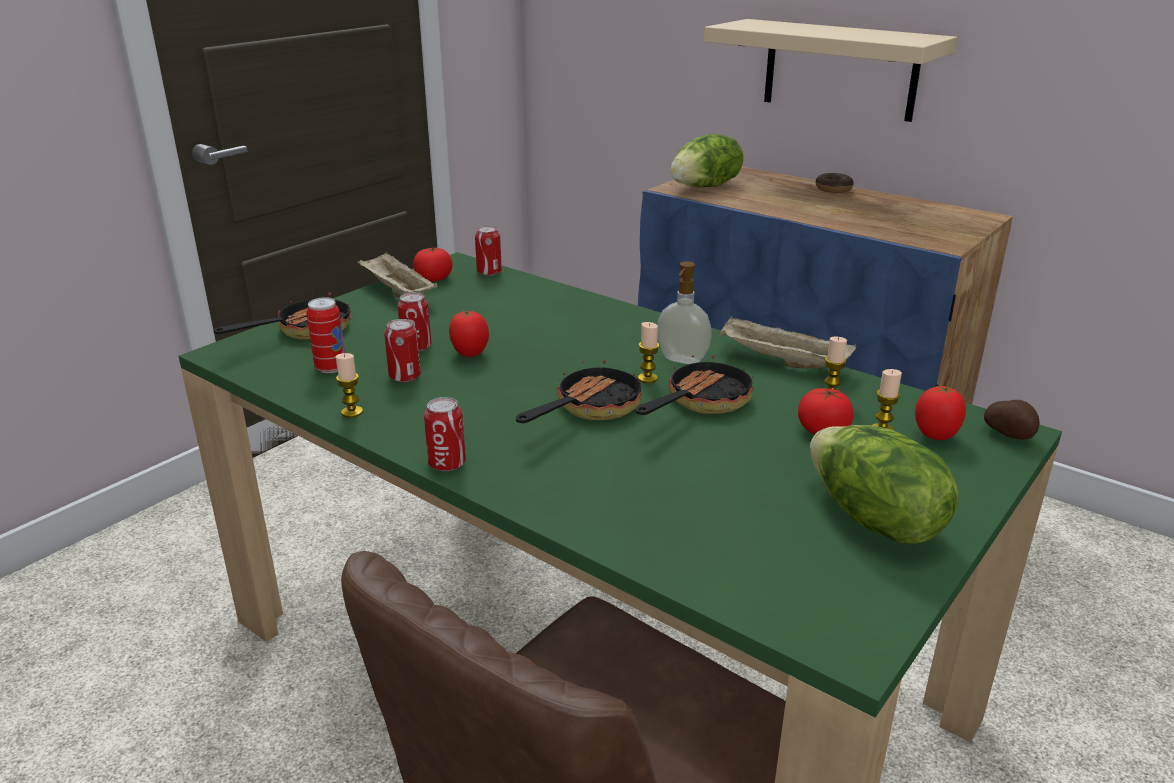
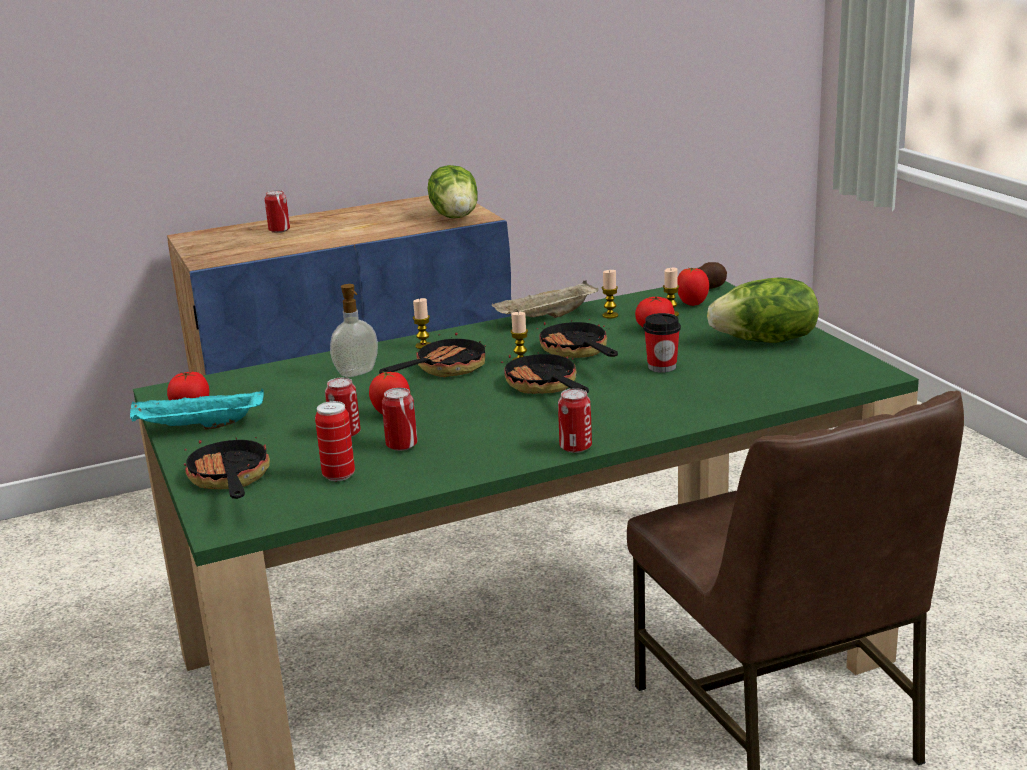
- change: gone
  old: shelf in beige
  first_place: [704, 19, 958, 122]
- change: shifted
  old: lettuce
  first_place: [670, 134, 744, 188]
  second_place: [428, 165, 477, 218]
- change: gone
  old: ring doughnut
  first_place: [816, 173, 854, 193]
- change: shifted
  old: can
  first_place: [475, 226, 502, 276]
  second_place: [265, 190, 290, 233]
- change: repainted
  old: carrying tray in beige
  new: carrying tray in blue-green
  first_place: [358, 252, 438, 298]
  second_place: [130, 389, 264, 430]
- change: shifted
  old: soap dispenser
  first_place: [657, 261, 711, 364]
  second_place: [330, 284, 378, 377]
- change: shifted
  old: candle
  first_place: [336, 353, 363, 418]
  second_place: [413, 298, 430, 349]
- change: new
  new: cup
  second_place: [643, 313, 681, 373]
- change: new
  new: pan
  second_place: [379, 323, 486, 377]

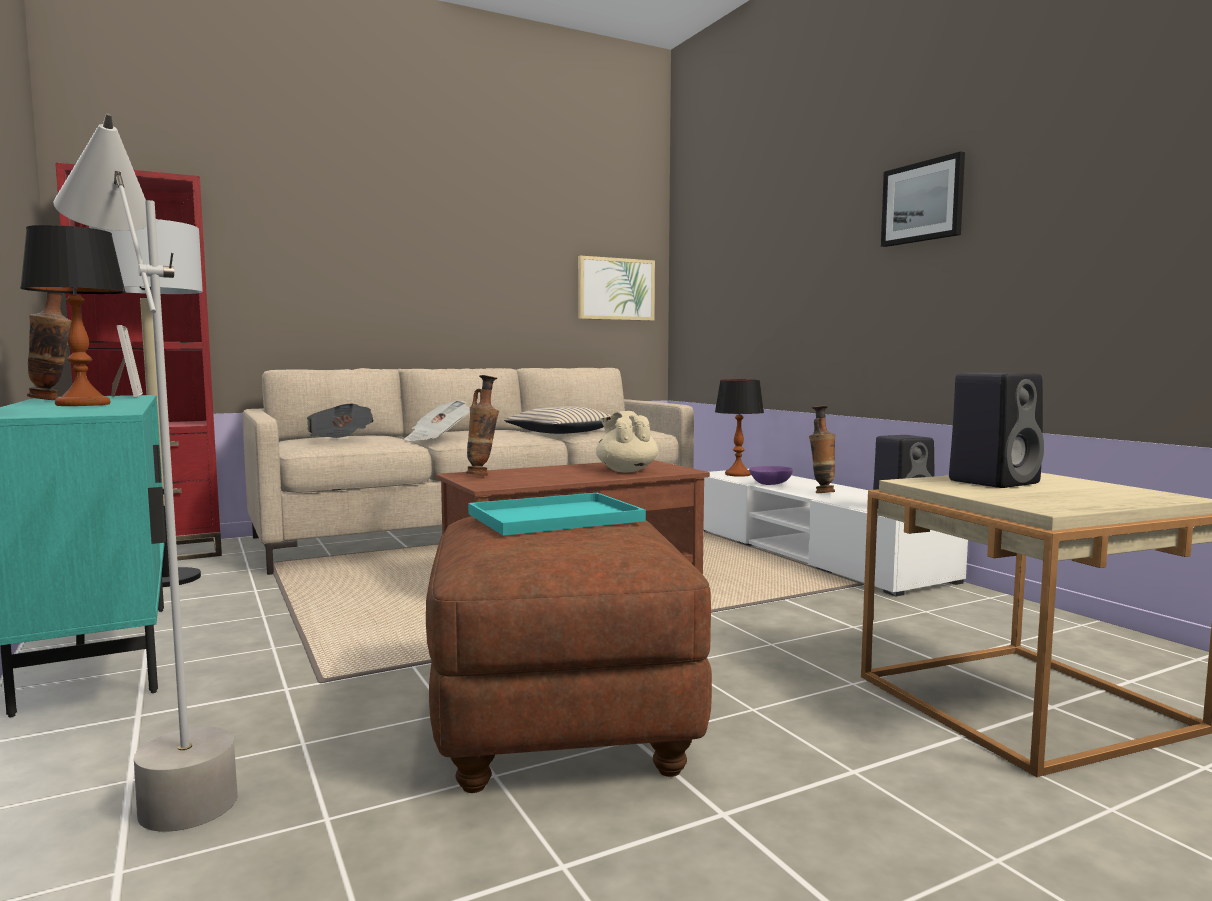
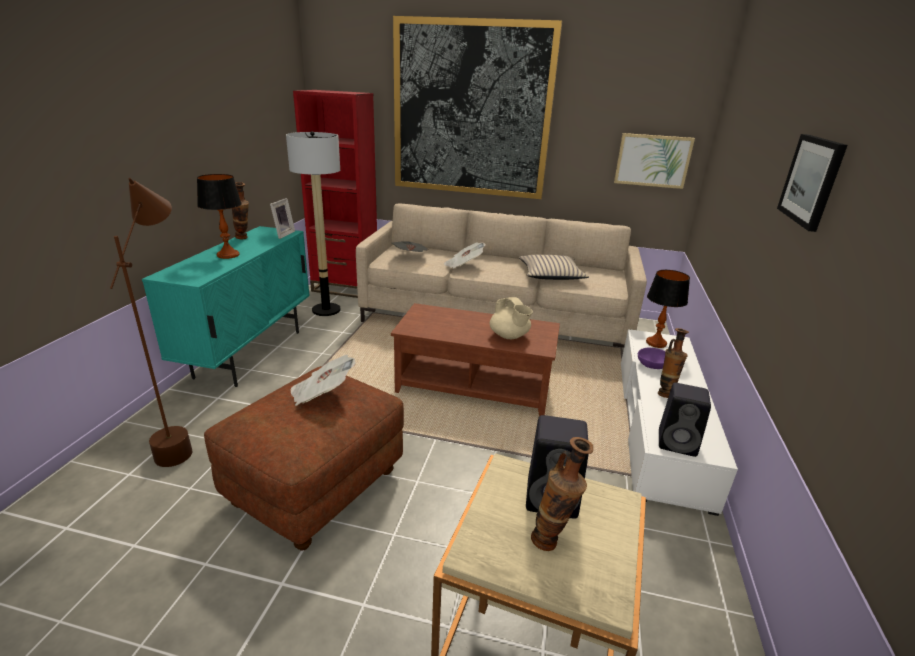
- change: repainted
  old: standard lamp in grey
  new: standard lamp in brownish
  first_place: [54, 114, 238, 832]
  second_place: [110, 178, 192, 467]
- change: shifted
  old: vase
  first_place: [466, 375, 499, 475]
  second_place: [531, 437, 593, 551]
- change: rotated
  old: tea pot in beige
  first_place: [596, 411, 658, 472]
  second_place: [490, 297, 533, 339]
  degrees: 135
- change: swapped
  old: carrying tray in blue-green
  new: daily paper
  first_place: [468, 493, 646, 536]
  second_place: [290, 355, 355, 406]
- change: new
  new: wall picture
  second_place: [393, 16, 562, 199]

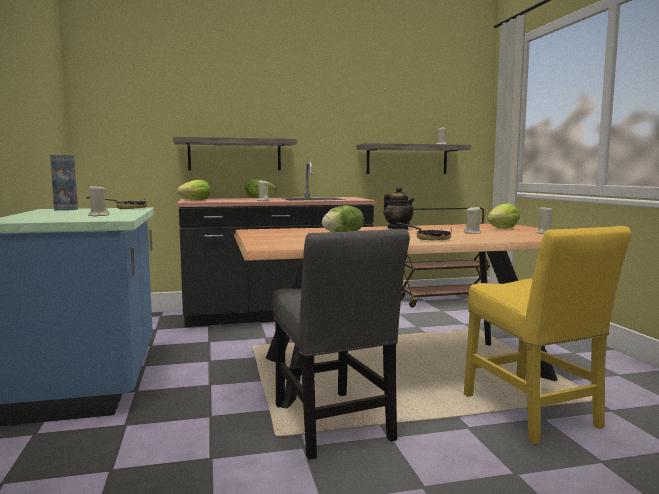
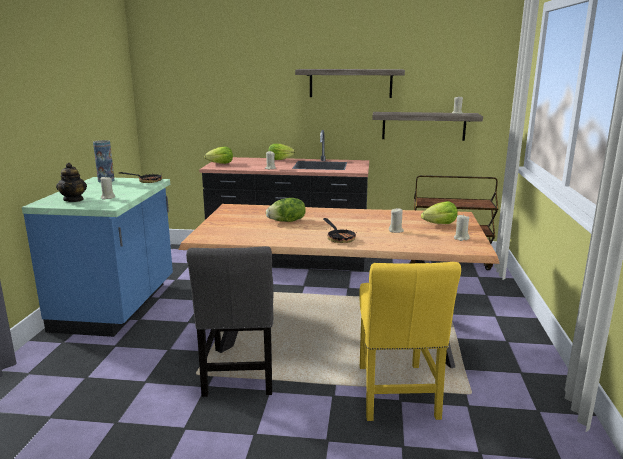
- change: shifted
  old: shelf
  first_place: [173, 137, 297, 171]
  second_place: [295, 69, 405, 98]
- change: shifted
  old: tea pot
  first_place: [384, 186, 415, 230]
  second_place: [56, 163, 87, 202]

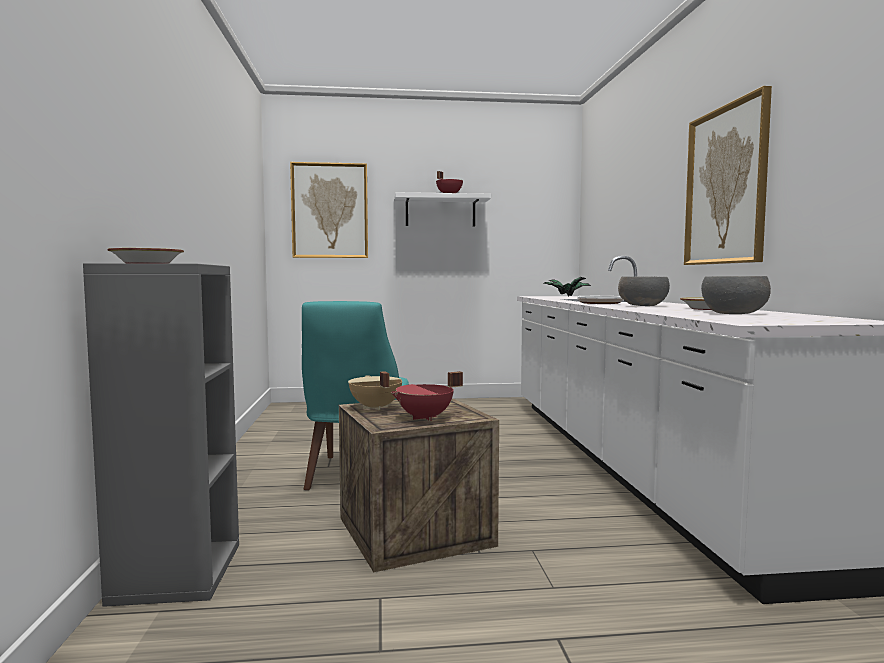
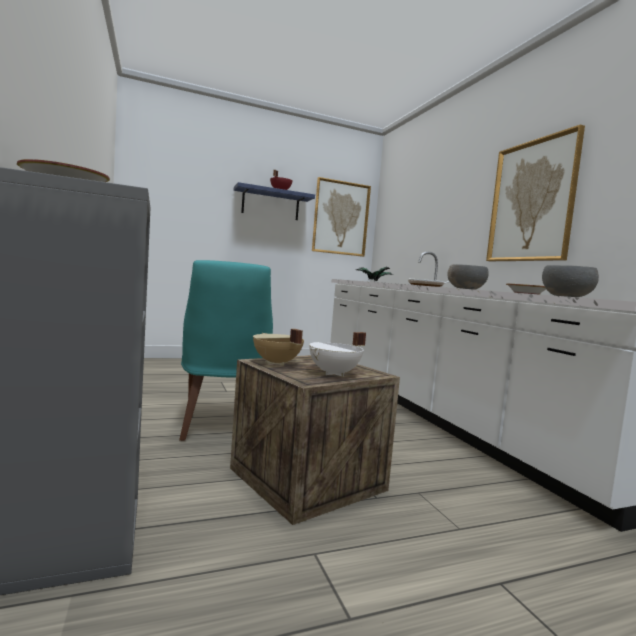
- change: shifted
  old: wall picture
  first_place: [290, 162, 368, 258]
  second_place: [312, 177, 371, 257]
- change: repainted
  old: shelf in white
  new: shelf in blue
  first_place: [395, 192, 491, 227]
  second_place: [234, 182, 315, 220]
- change: repainted
  old: stockpot in reddish
  new: stockpot in white
  first_place: [391, 371, 463, 421]
  second_place: [309, 332, 366, 377]

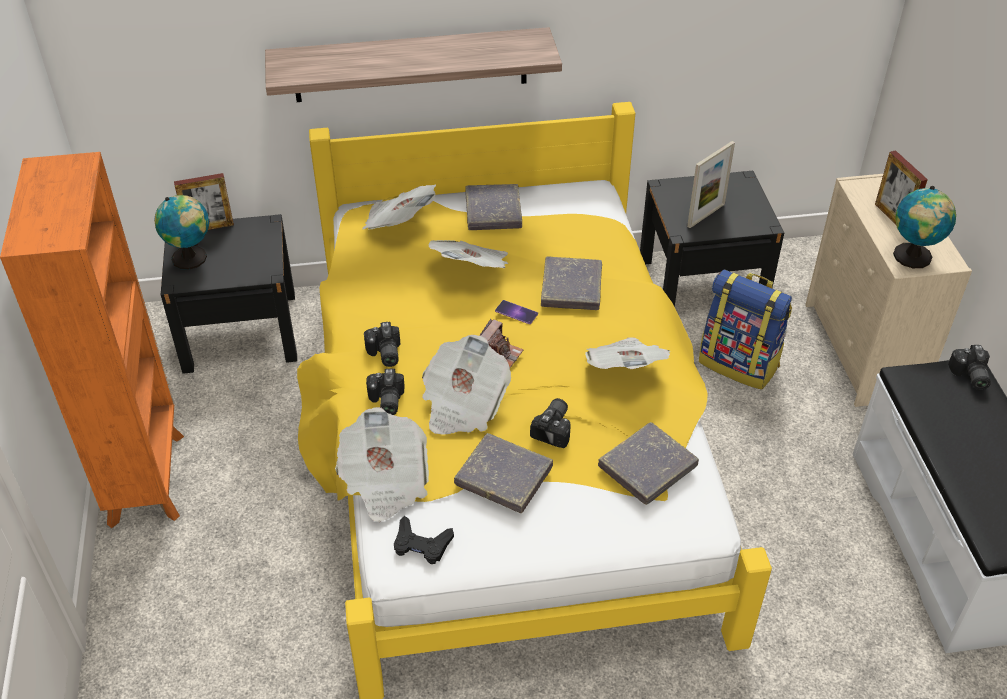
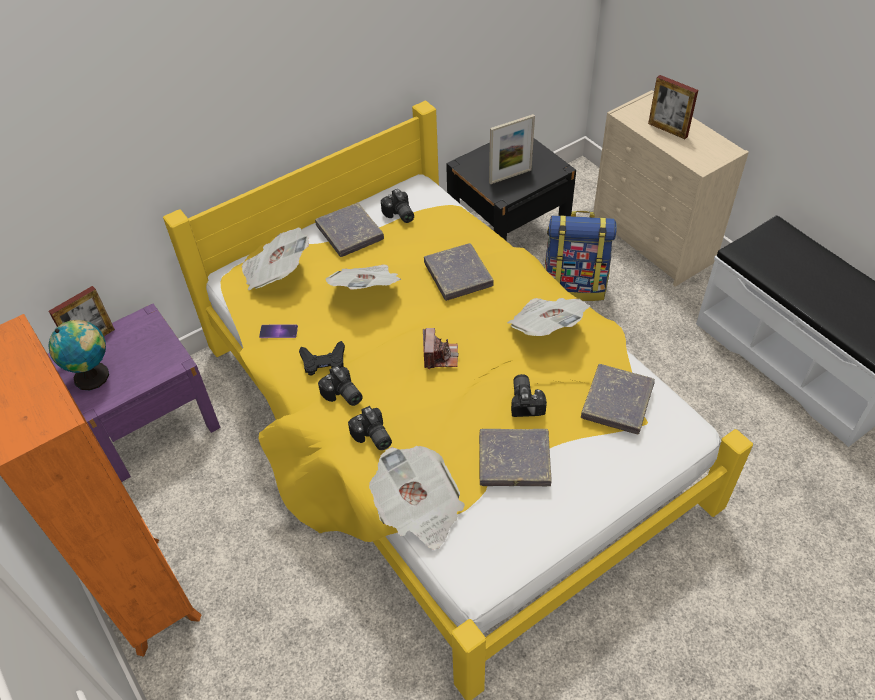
- change: gone
  old: shelf
  first_place: [265, 27, 562, 102]
- change: rotated
  old: photo frame
  first_place: [687, 141, 735, 228]
  second_place: [489, 114, 535, 184]
  degrees: 45
- change: gone
  old: globe
  first_place: [893, 186, 956, 268]
- change: repainted
  old: nightstand in black-coloured
  new: nightstand in purplish
  first_place: [161, 214, 297, 374]
  second_place: [48, 304, 220, 482]
- change: shifted
  old: telephone
  first_place: [495, 300, 538, 324]
  second_place: [259, 325, 298, 338]
- change: gone
  old: daily paper
  first_place: [422, 335, 511, 435]
- change: shifted
  old: photo camera
  first_place: [948, 345, 991, 390]
  second_place: [381, 189, 414, 223]
- change: shifted
  old: joypad in black-coloured
  first_place: [394, 516, 454, 564]
  second_place: [299, 341, 345, 376]

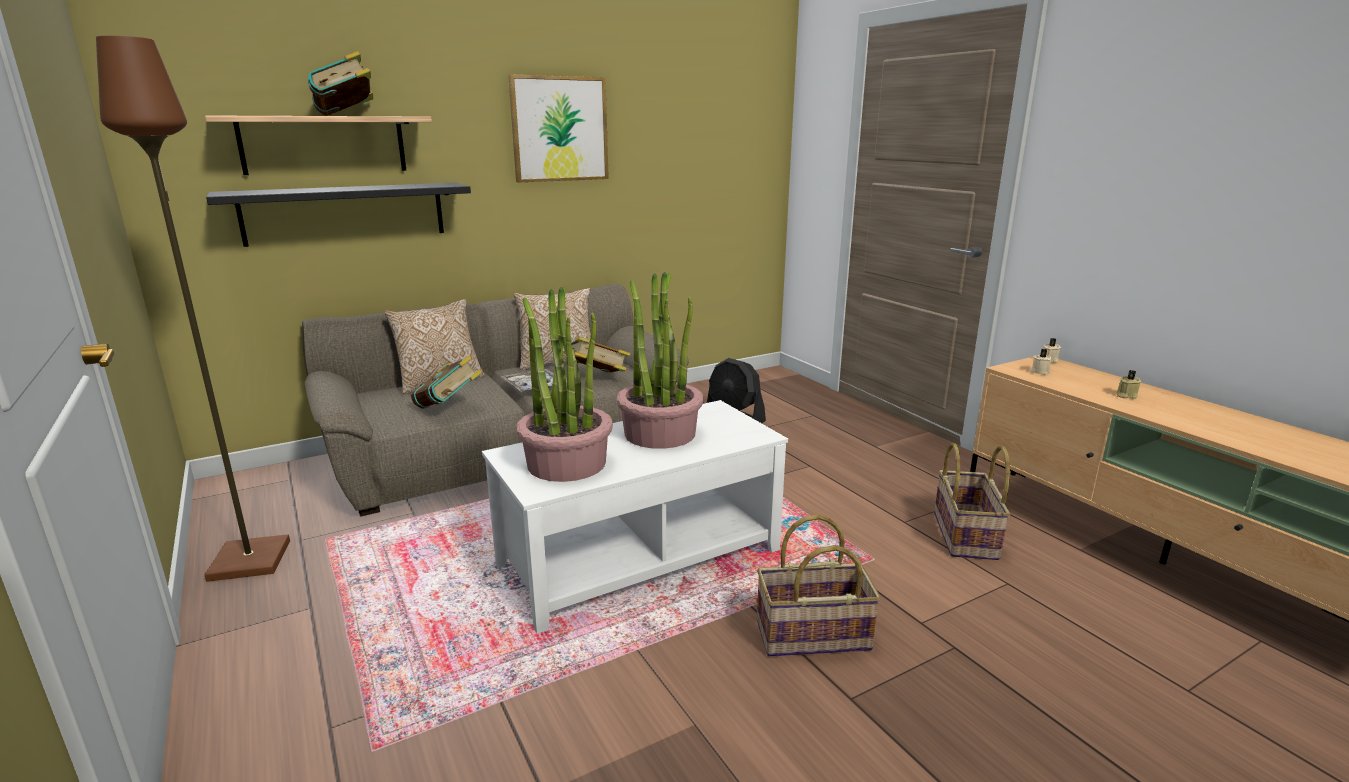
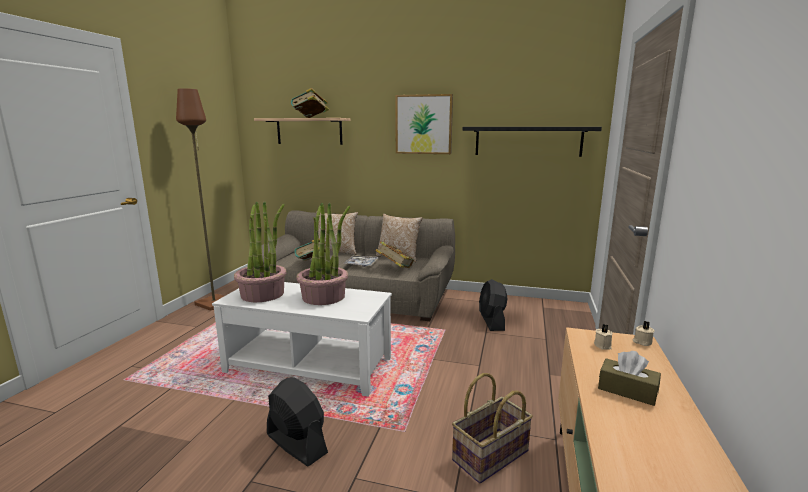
- change: shifted
  old: shelf in black-coloured
  first_place: [206, 183, 471, 247]
  second_place: [462, 127, 602, 157]
- change: swapped
  old: candle in beige
  new: box of tissues in brownish
  first_place: [1117, 370, 1142, 399]
  second_place: [598, 351, 661, 406]
- change: swapped
  old: storage basket
  new: cooling fan in black-coloured
  first_place: [757, 514, 881, 657]
  second_place: [267, 377, 328, 466]

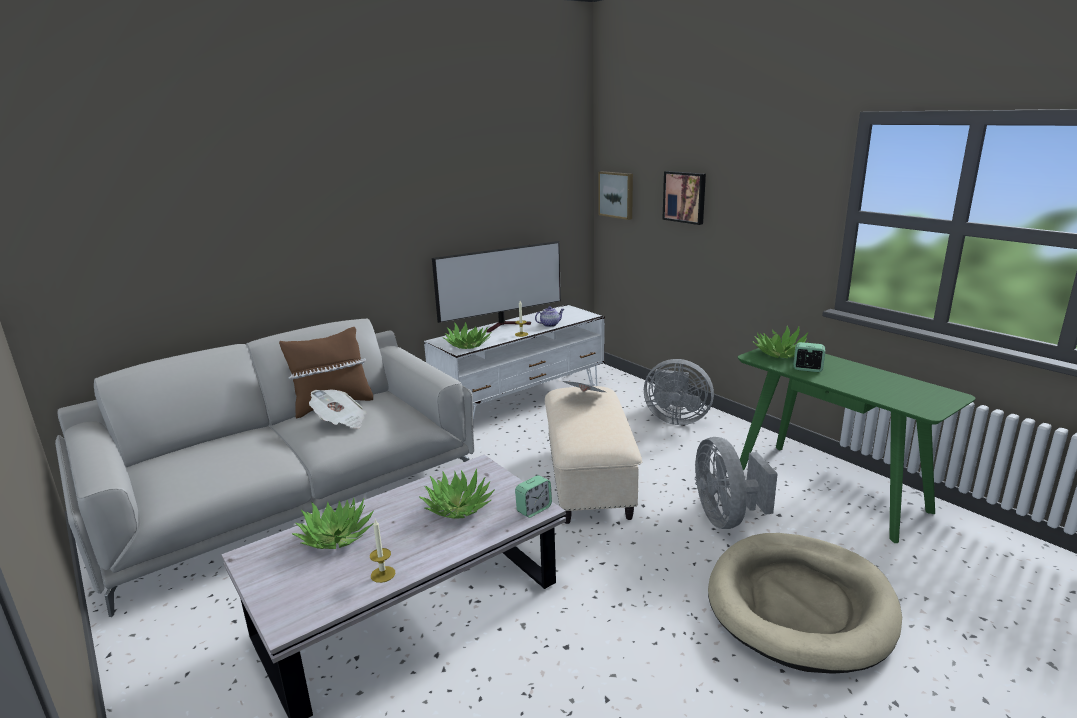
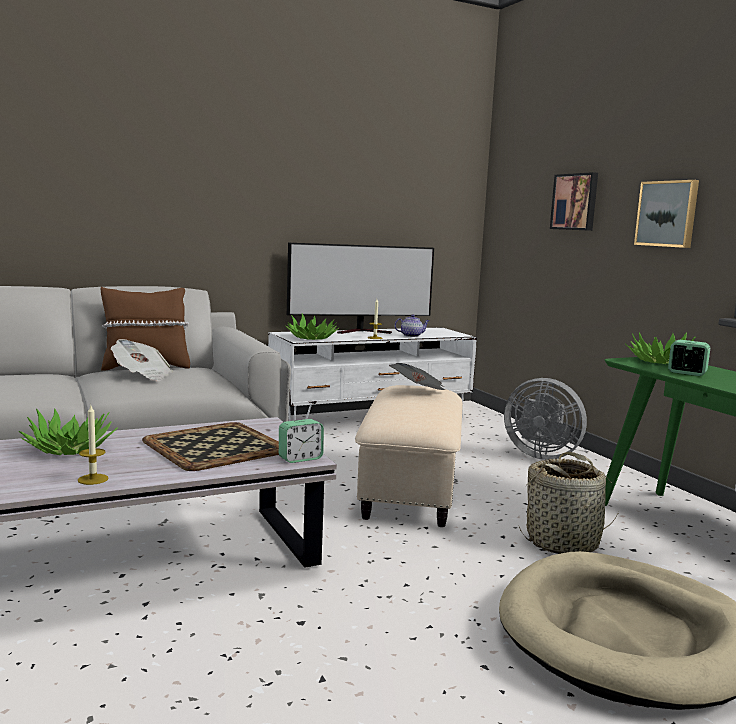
- change: shifted
  old: wall picture
  first_place: [599, 171, 633, 220]
  second_place: [634, 180, 699, 248]
- change: swapped
  old: cooling fan in grey
  new: storage basket
  first_place: [695, 437, 778, 529]
  second_place: [519, 452, 619, 554]
- change: swapped
  old: plant in a pot
  new: carrying tray
  first_place: [419, 469, 494, 519]
  second_place: [142, 422, 279, 471]

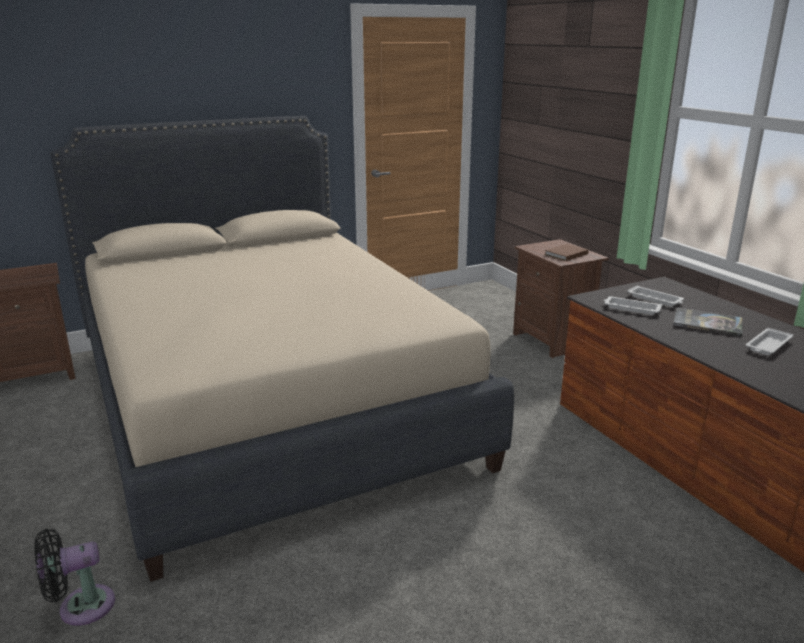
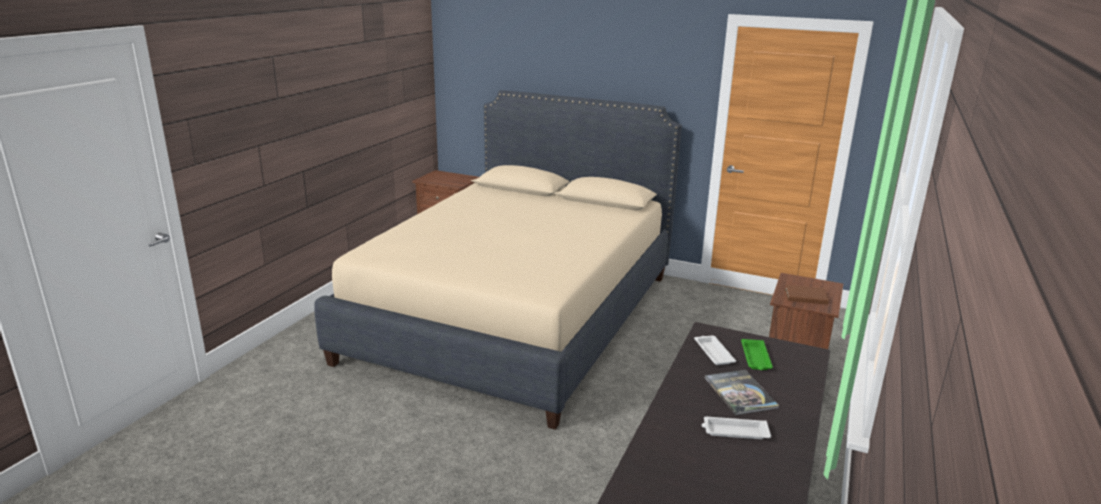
- change: repainted
  old: carrying tray in white
  new: carrying tray in greenish
  first_place: [627, 285, 684, 307]
  second_place: [741, 339, 773, 370]
- change: gone
  old: cooling fan in black-coloured
  first_place: [34, 529, 115, 626]

